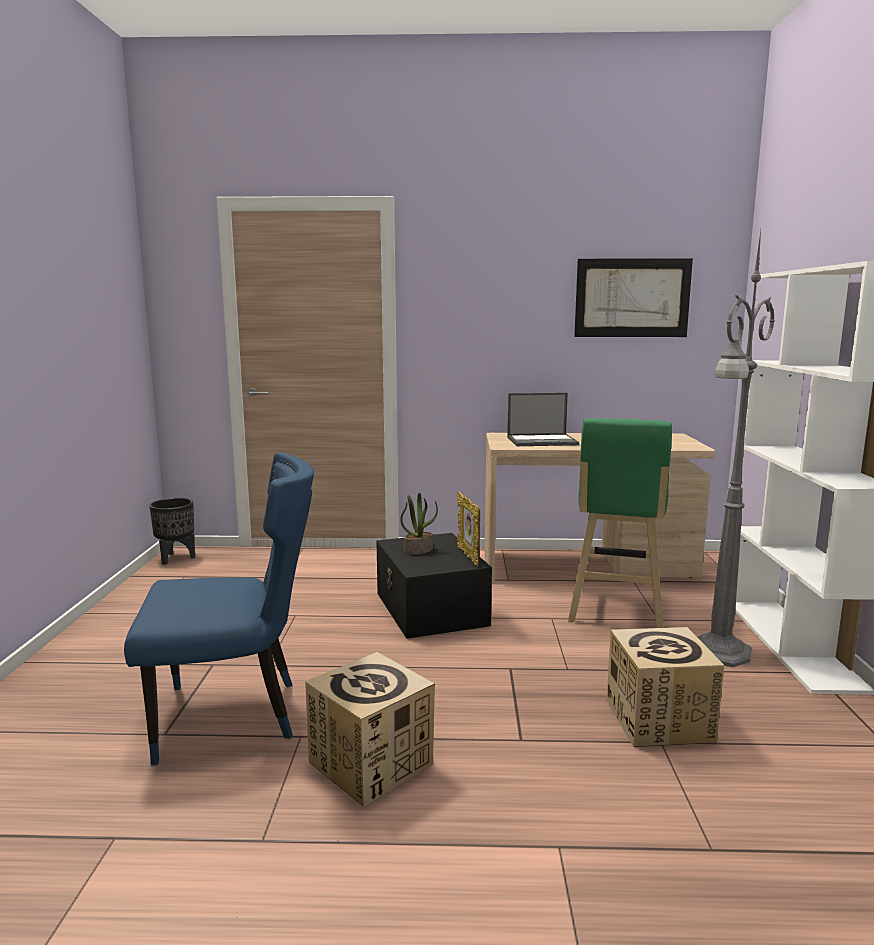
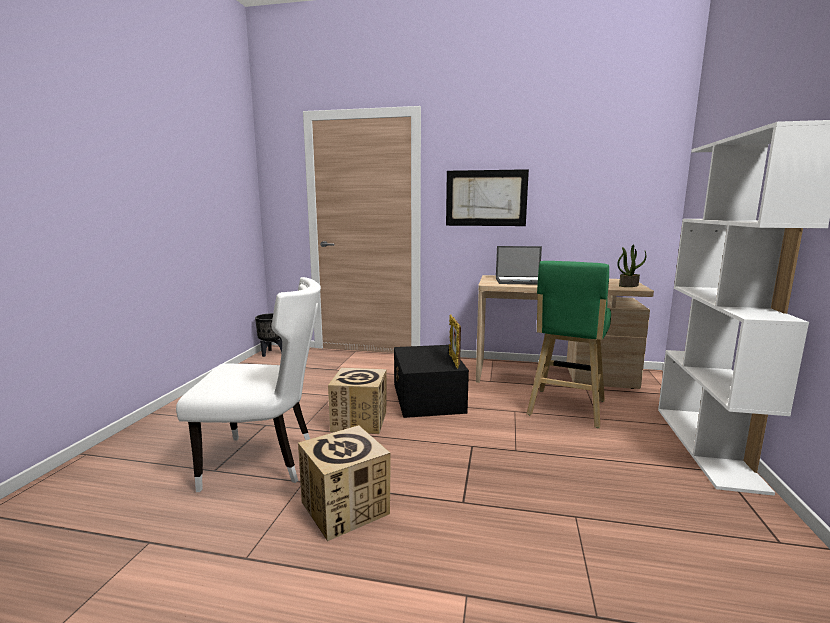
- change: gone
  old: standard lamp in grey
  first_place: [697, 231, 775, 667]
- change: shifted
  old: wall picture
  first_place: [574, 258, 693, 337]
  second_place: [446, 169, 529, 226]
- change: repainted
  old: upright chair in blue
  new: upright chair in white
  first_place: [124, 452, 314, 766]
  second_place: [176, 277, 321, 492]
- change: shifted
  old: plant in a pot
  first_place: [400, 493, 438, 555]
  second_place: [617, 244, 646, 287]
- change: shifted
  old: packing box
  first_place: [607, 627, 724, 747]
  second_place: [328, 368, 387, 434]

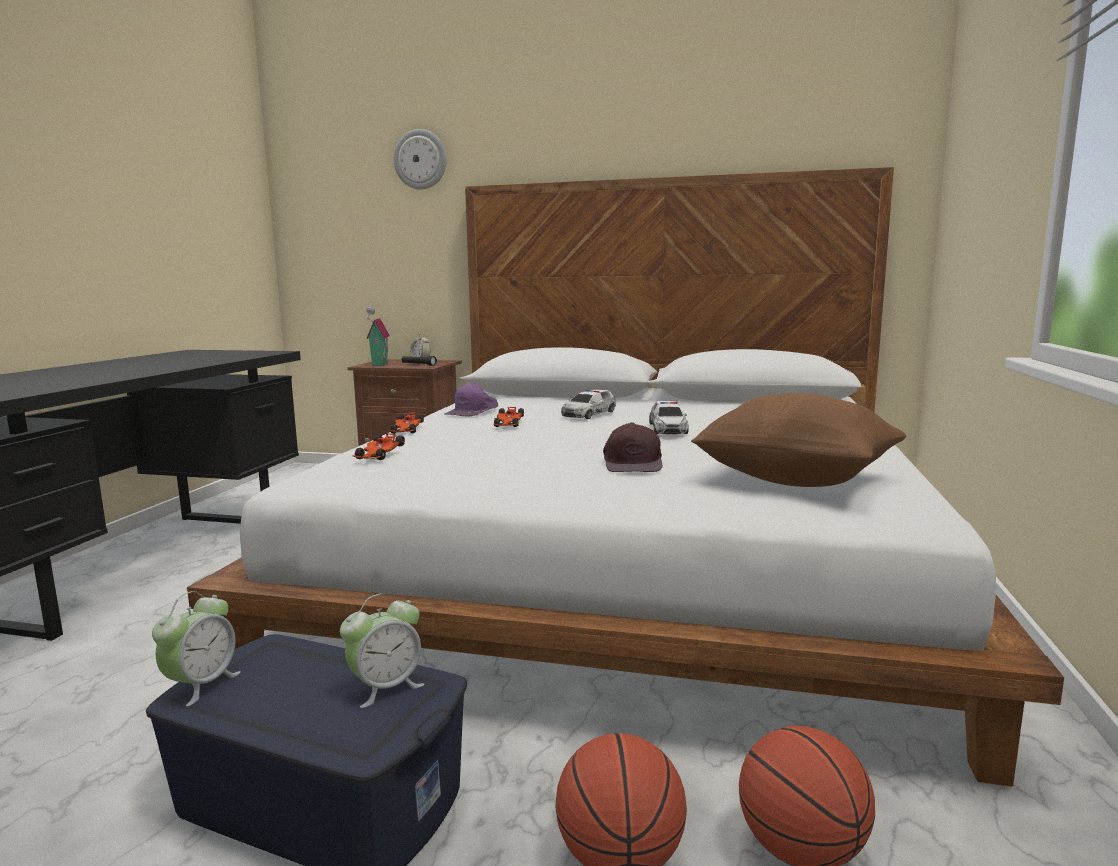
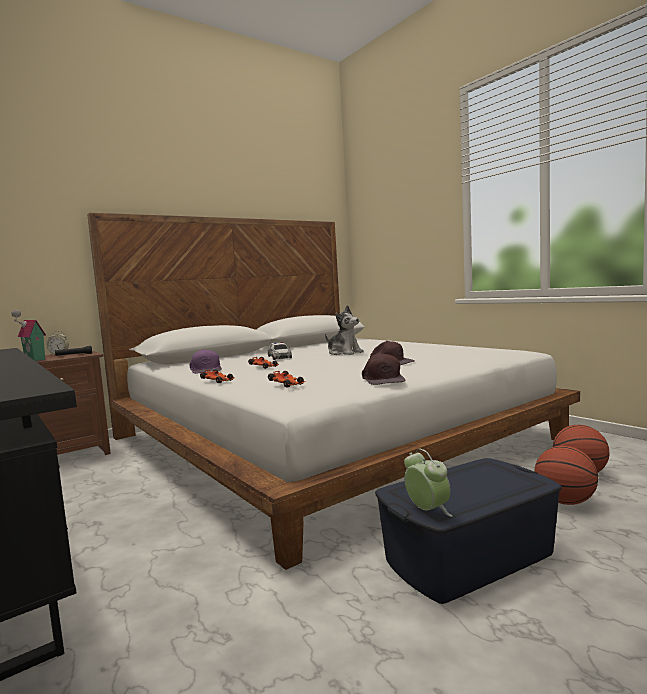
- change: gone
  old: clock on the wall
  first_place: [393, 129, 447, 190]
- change: gone
  old: pillow in brownish
  first_place: [691, 394, 907, 487]
- change: swapped
  old: miniature car
  new: plush toy
  first_place: [649, 401, 689, 434]
  second_place: [325, 305, 364, 355]
- change: gone
  old: bedside clock
  first_place: [340, 593, 424, 708]
- change: new
  new: cap in brownish
  second_place: [362, 353, 405, 385]

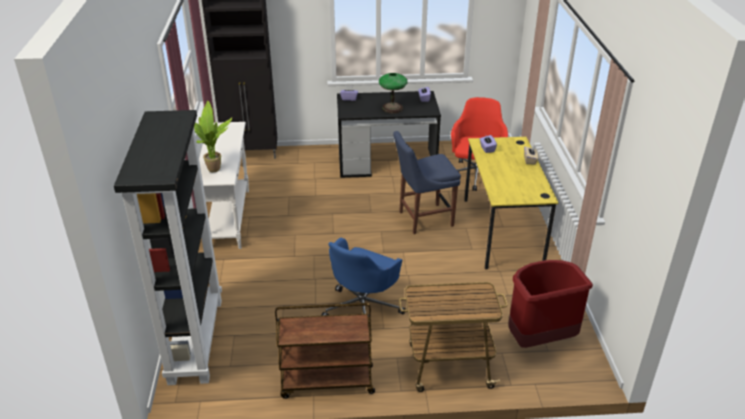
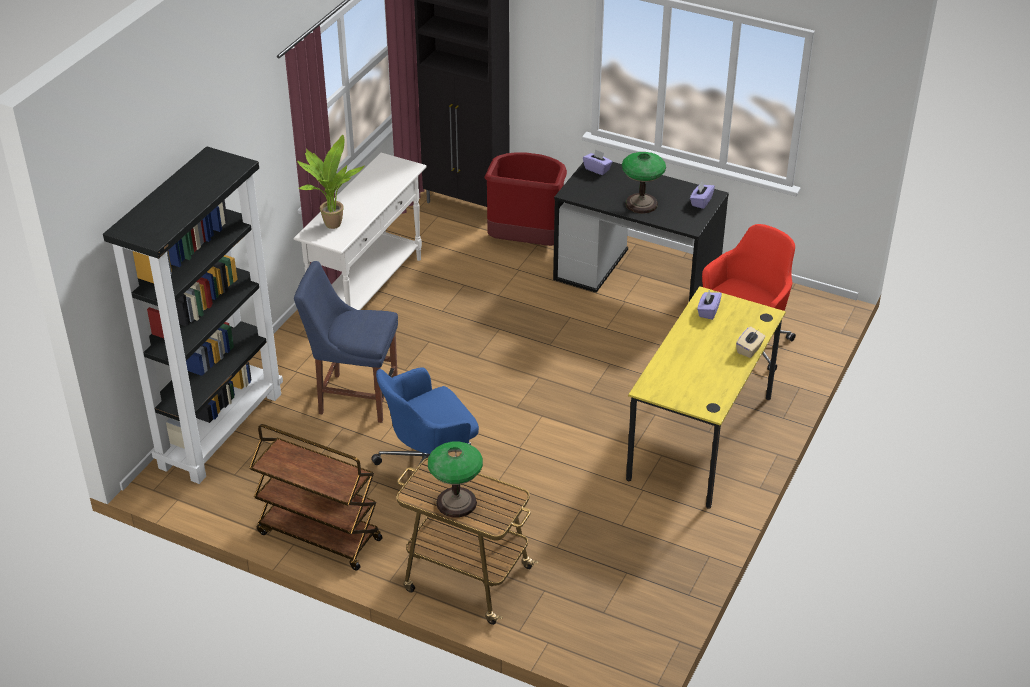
- change: shifted
  old: upright chair in blue
  first_place: [393, 131, 461, 234]
  second_place: [294, 261, 398, 423]
- change: shifted
  old: waste bin in reddish
  first_place: [509, 260, 593, 348]
  second_place: [484, 152, 567, 246]
- change: new
  new: tabletop lamp
  second_place: [428, 442, 483, 518]

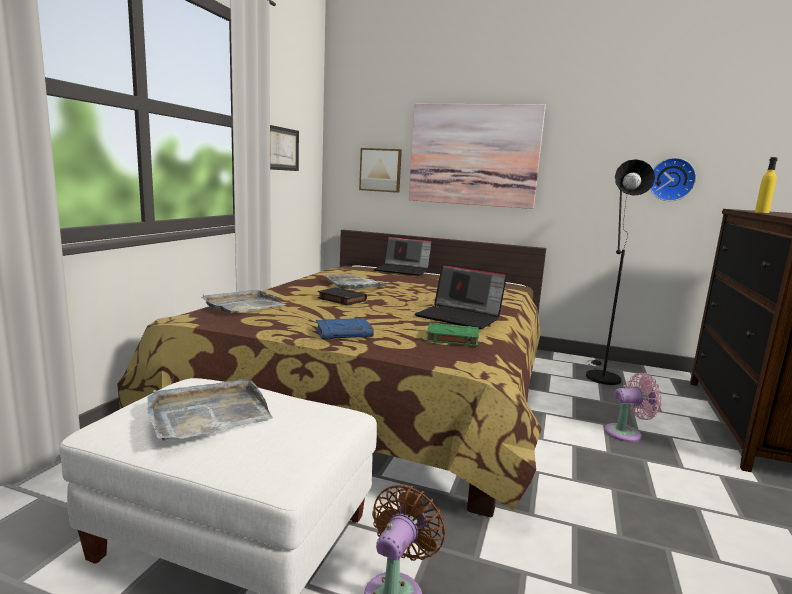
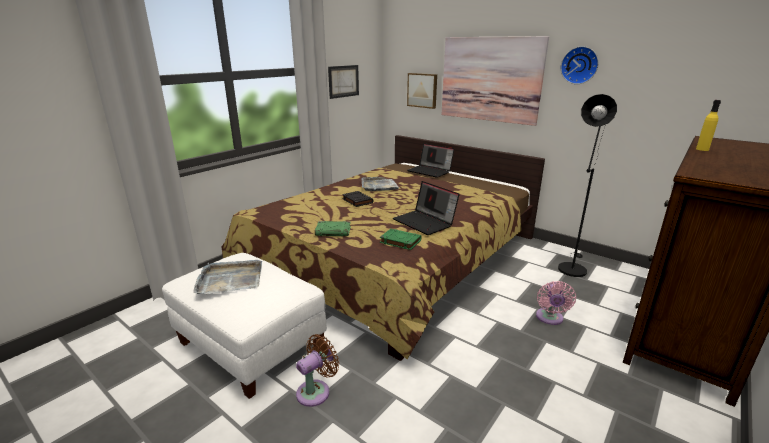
- change: shifted
  old: clock on the wall
  first_place: [650, 158, 696, 201]
  second_place: [561, 46, 599, 84]
- change: gone
  old: carrying tray in grey
  first_place: [201, 290, 286, 313]
- change: repainted
  old: bound book in blue
  new: bound book in greenish
  first_place: [316, 318, 374, 339]
  second_place: [315, 221, 351, 236]
- change: rotated
  old: cooling fan in pink-coloured
  first_place: [605, 373, 662, 442]
  second_place: [536, 281, 576, 325]
  degrees: 90

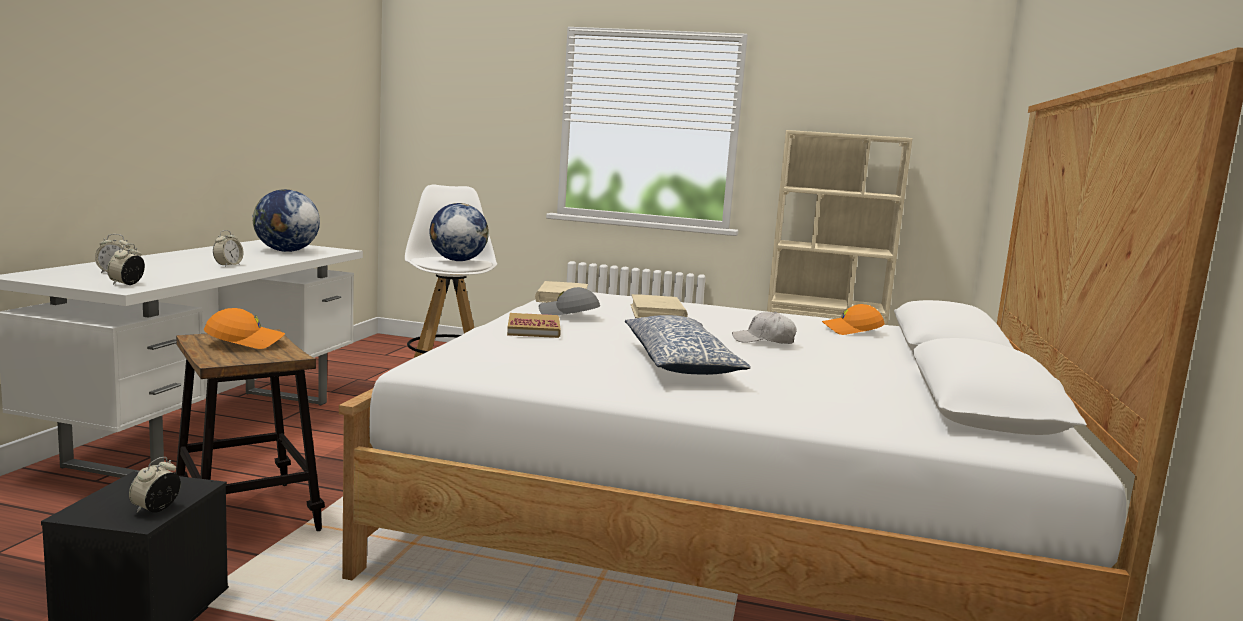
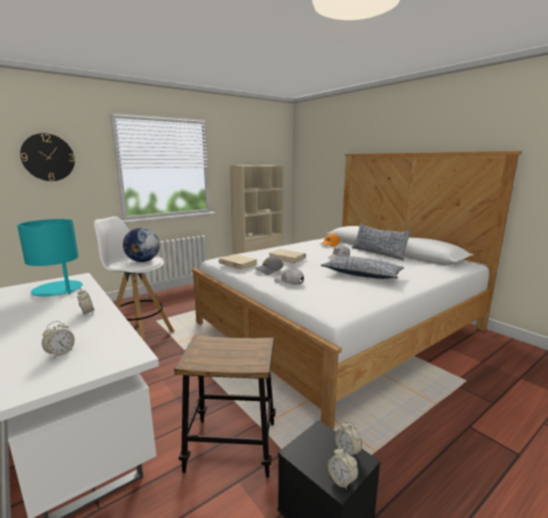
- change: swapped
  old: globe
  new: tabletop lamp in blue-green
  first_place: [252, 189, 320, 252]
  second_place: [17, 219, 83, 296]
- change: shifted
  old: bedside clock
  first_place: [107, 243, 145, 285]
  second_place: [328, 446, 358, 490]
- change: gone
  old: cap in orangey
  first_place: [204, 308, 285, 349]
- change: swapped
  old: bound book
  new: cap in white
  first_place: [507, 313, 561, 338]
  second_place: [274, 268, 304, 285]
- change: new
  new: clock on the wall
  second_place: [20, 133, 75, 181]
- change: new
  new: pillow
  second_place: [352, 223, 412, 261]

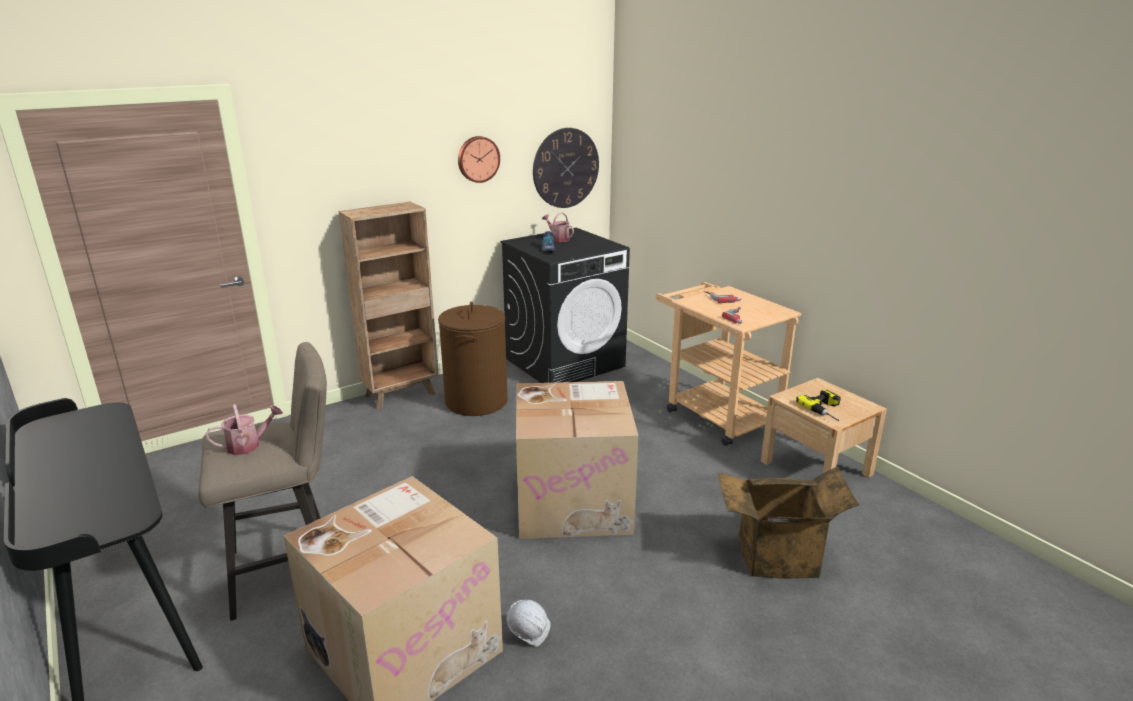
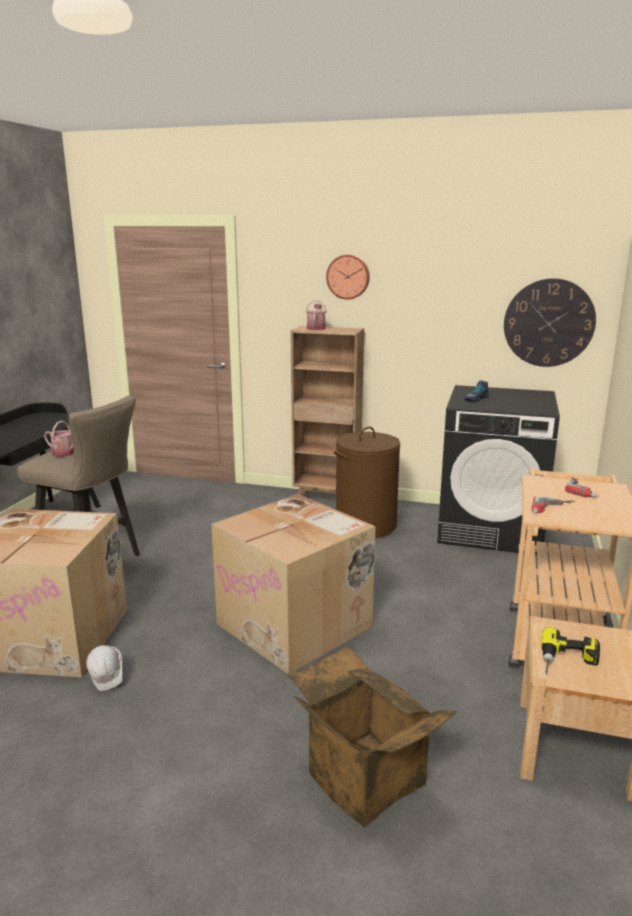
- change: shifted
  old: clock on the wall
  first_place: [458, 136, 500, 183]
  second_place: [326, 254, 370, 300]
- change: shifted
  old: sprinkling can
  first_place: [542, 213, 574, 242]
  second_place: [306, 301, 327, 330]

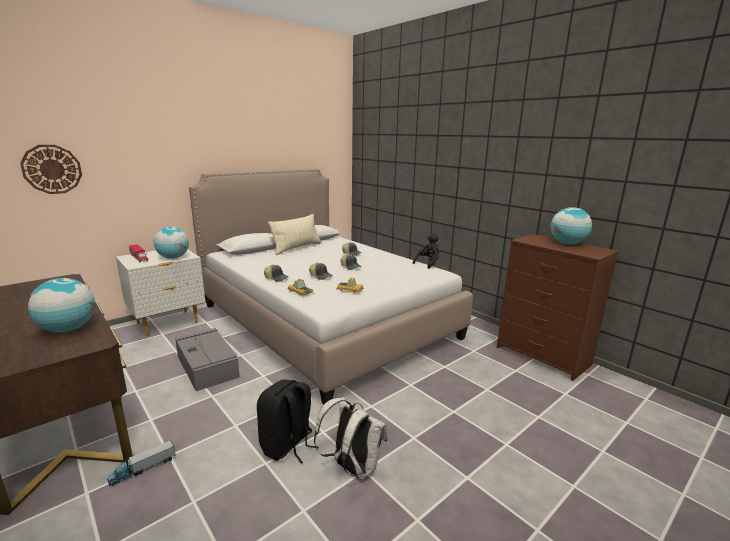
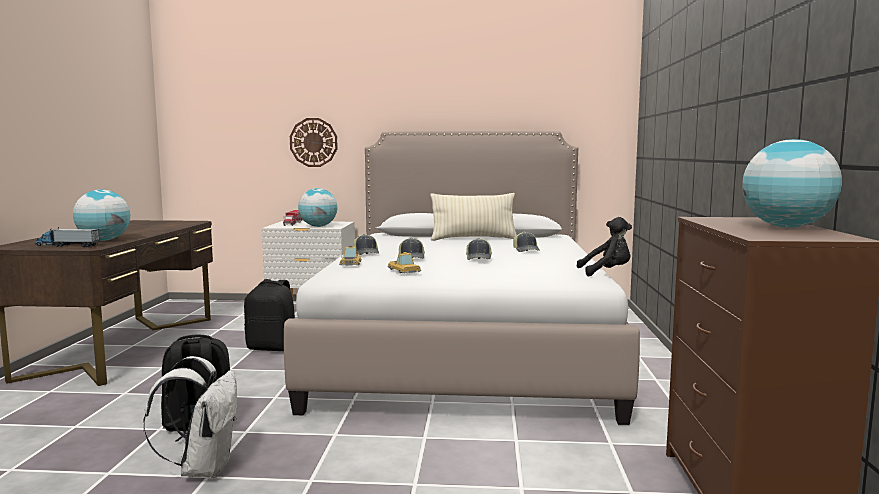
- change: shifted
  old: clock on the wall
  first_place: [20, 145, 82, 194]
  second_place: [290, 118, 338, 167]
- change: swapped
  old: storage bin in grey
  new: knapsack in black-coloured
  first_place: [175, 328, 240, 391]
  second_place: [244, 279, 295, 351]
- change: shifted
  old: toy truck
  first_place: [107, 440, 176, 486]
  second_place: [34, 227, 100, 247]

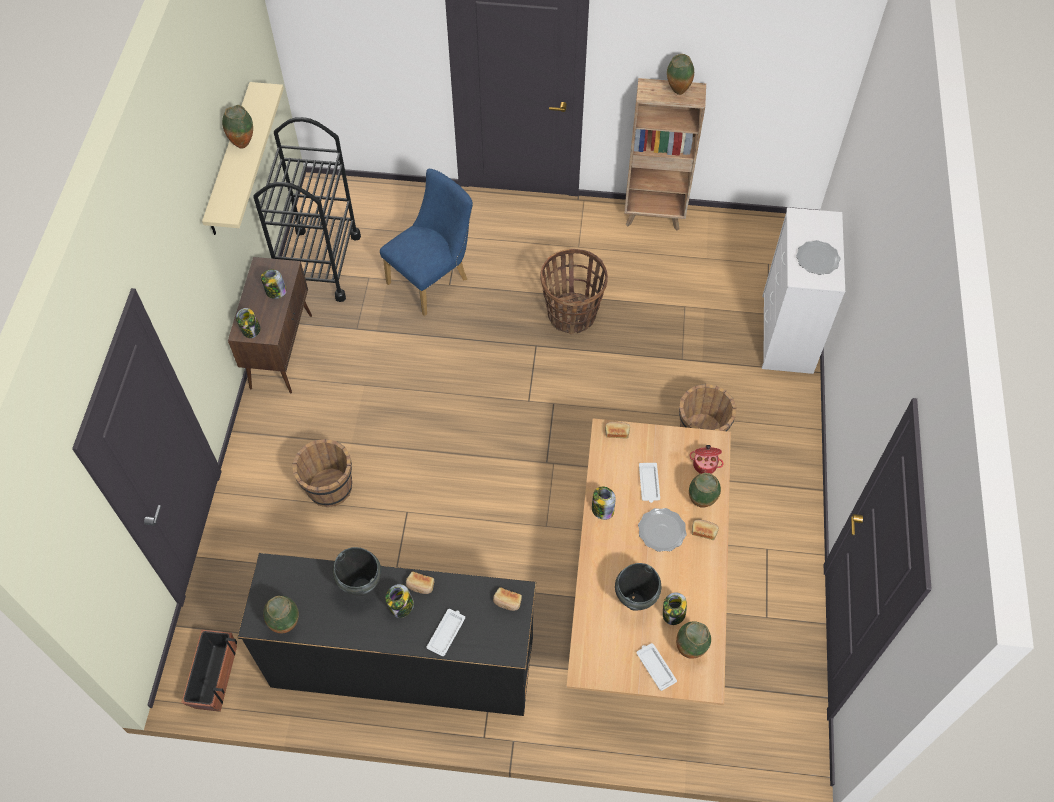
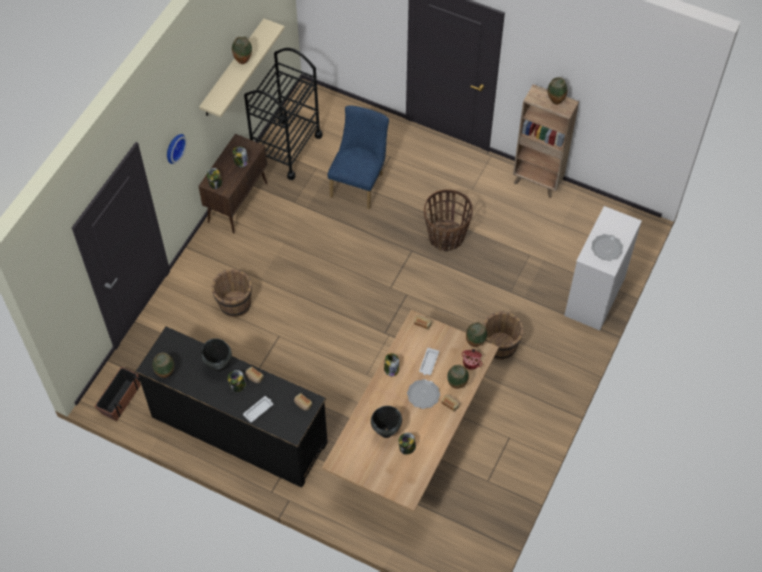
- change: rotated
  old: upright chair in blue
  first_place: [380, 169, 473, 316]
  second_place: [328, 106, 389, 209]
  degrees: -45
- change: shifted
  old: vase
  first_place: [676, 621, 711, 659]
  second_place: [466, 322, 487, 347]
- change: gone
  old: carrying tray in white
  first_place: [637, 643, 677, 691]
- change: new
  new: clock on the wall
  second_place: [167, 134, 187, 164]

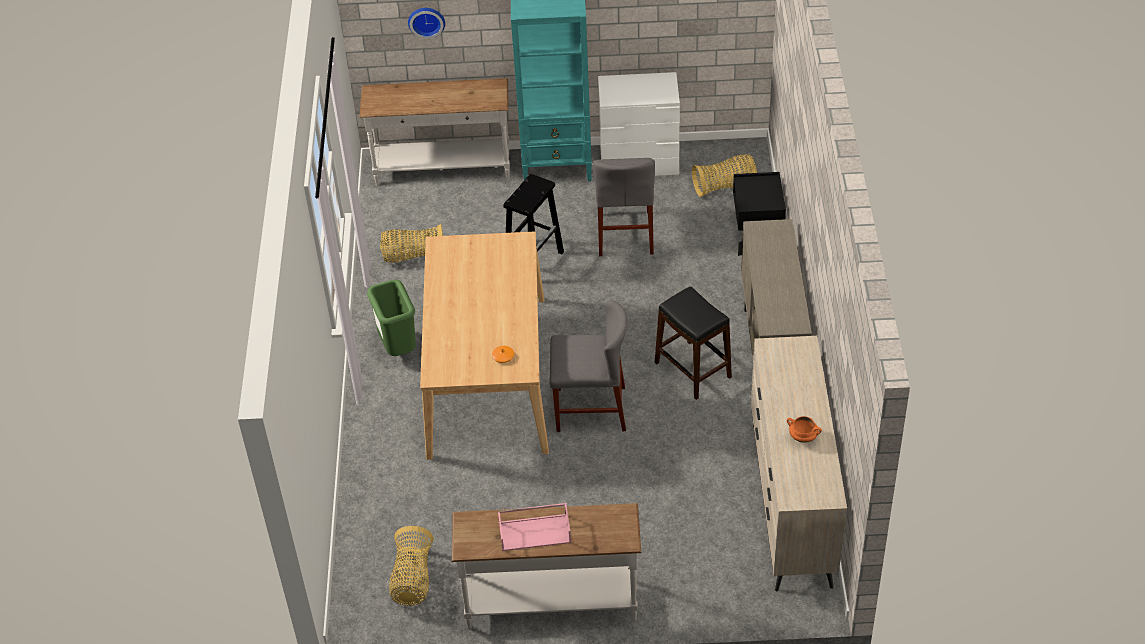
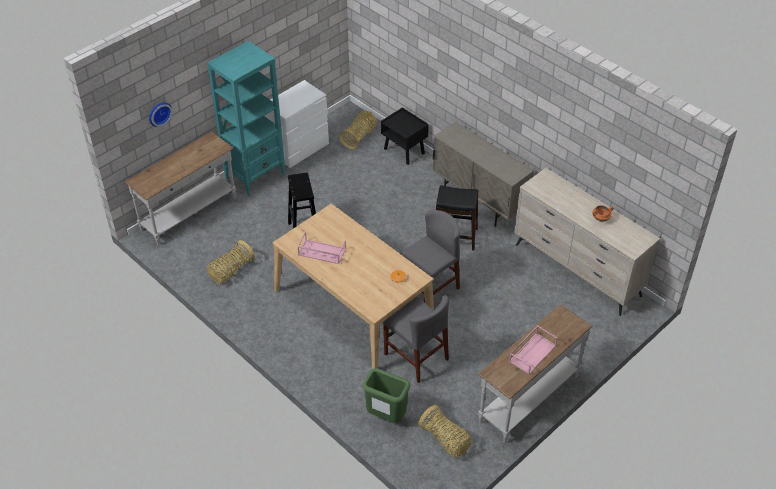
- change: shifted
  old: upright chair in grey
  first_place: [593, 158, 655, 256]
  second_place: [382, 295, 449, 383]
- change: shifted
  old: waste bin in greenish
  first_place: [367, 279, 416, 356]
  second_place: [362, 368, 411, 423]
- change: new
  new: carrying tray in pink-coloured
  second_place: [297, 232, 346, 264]

